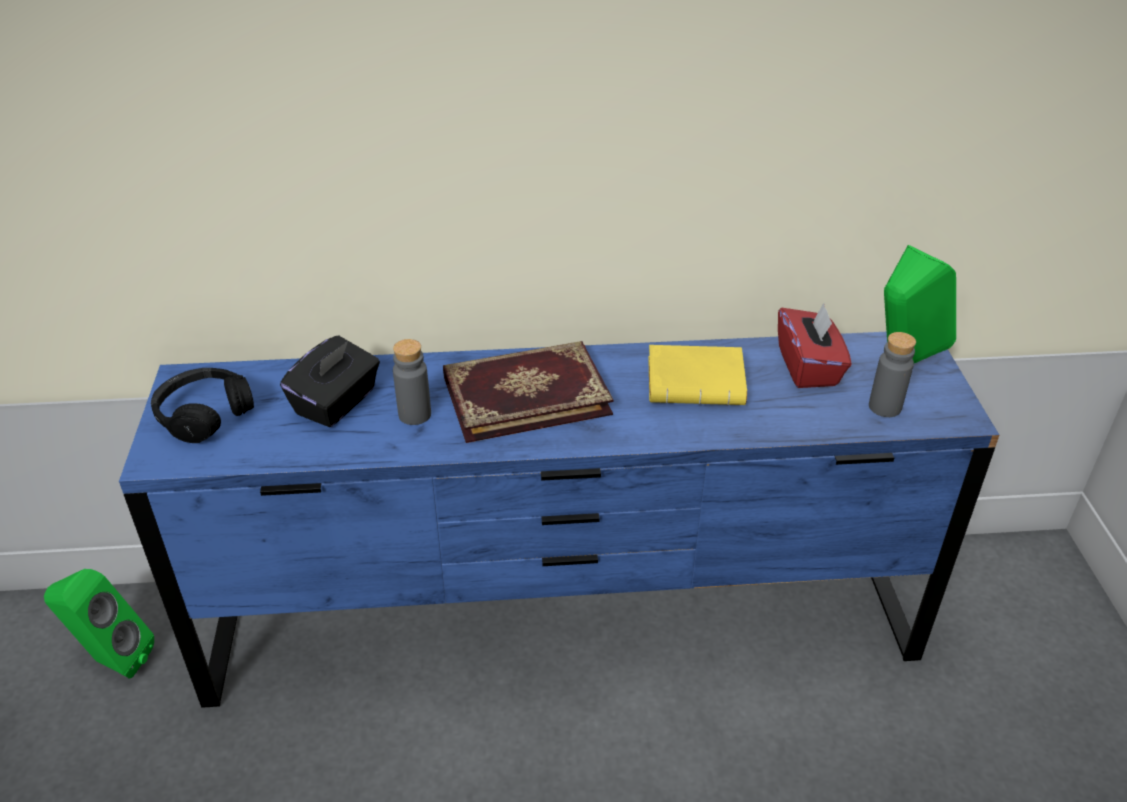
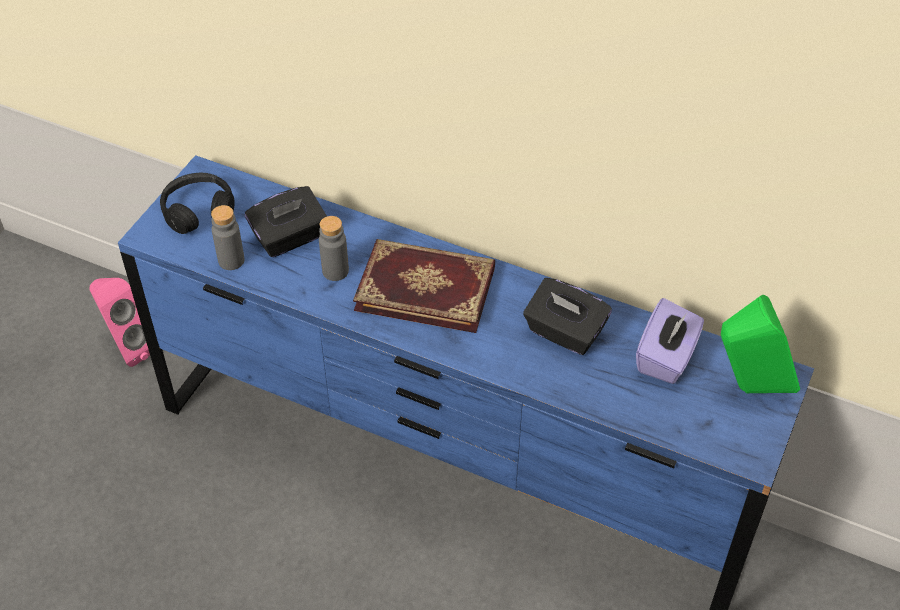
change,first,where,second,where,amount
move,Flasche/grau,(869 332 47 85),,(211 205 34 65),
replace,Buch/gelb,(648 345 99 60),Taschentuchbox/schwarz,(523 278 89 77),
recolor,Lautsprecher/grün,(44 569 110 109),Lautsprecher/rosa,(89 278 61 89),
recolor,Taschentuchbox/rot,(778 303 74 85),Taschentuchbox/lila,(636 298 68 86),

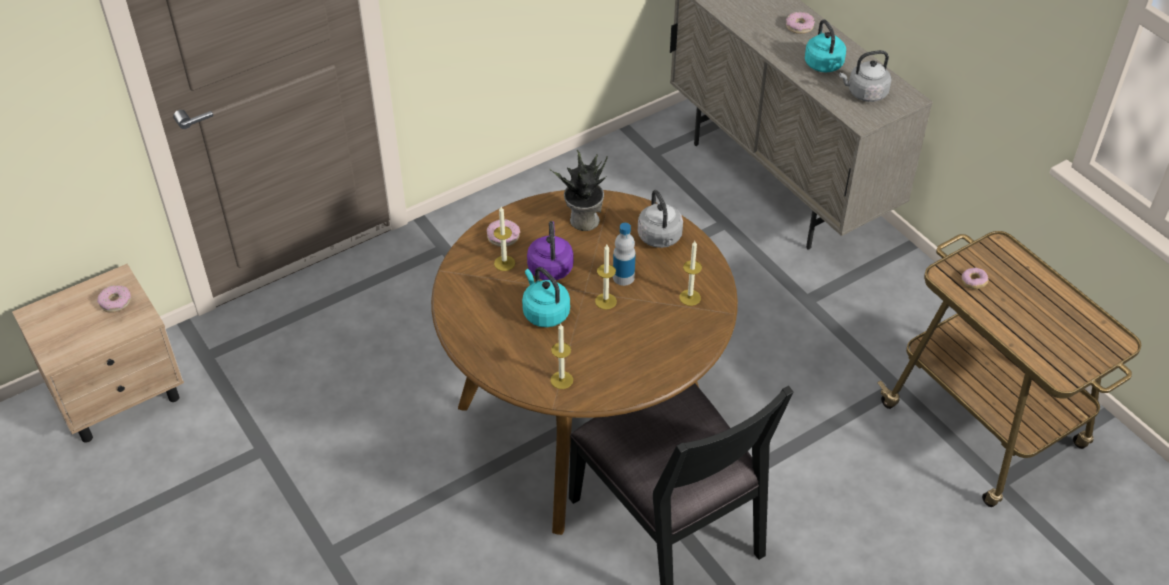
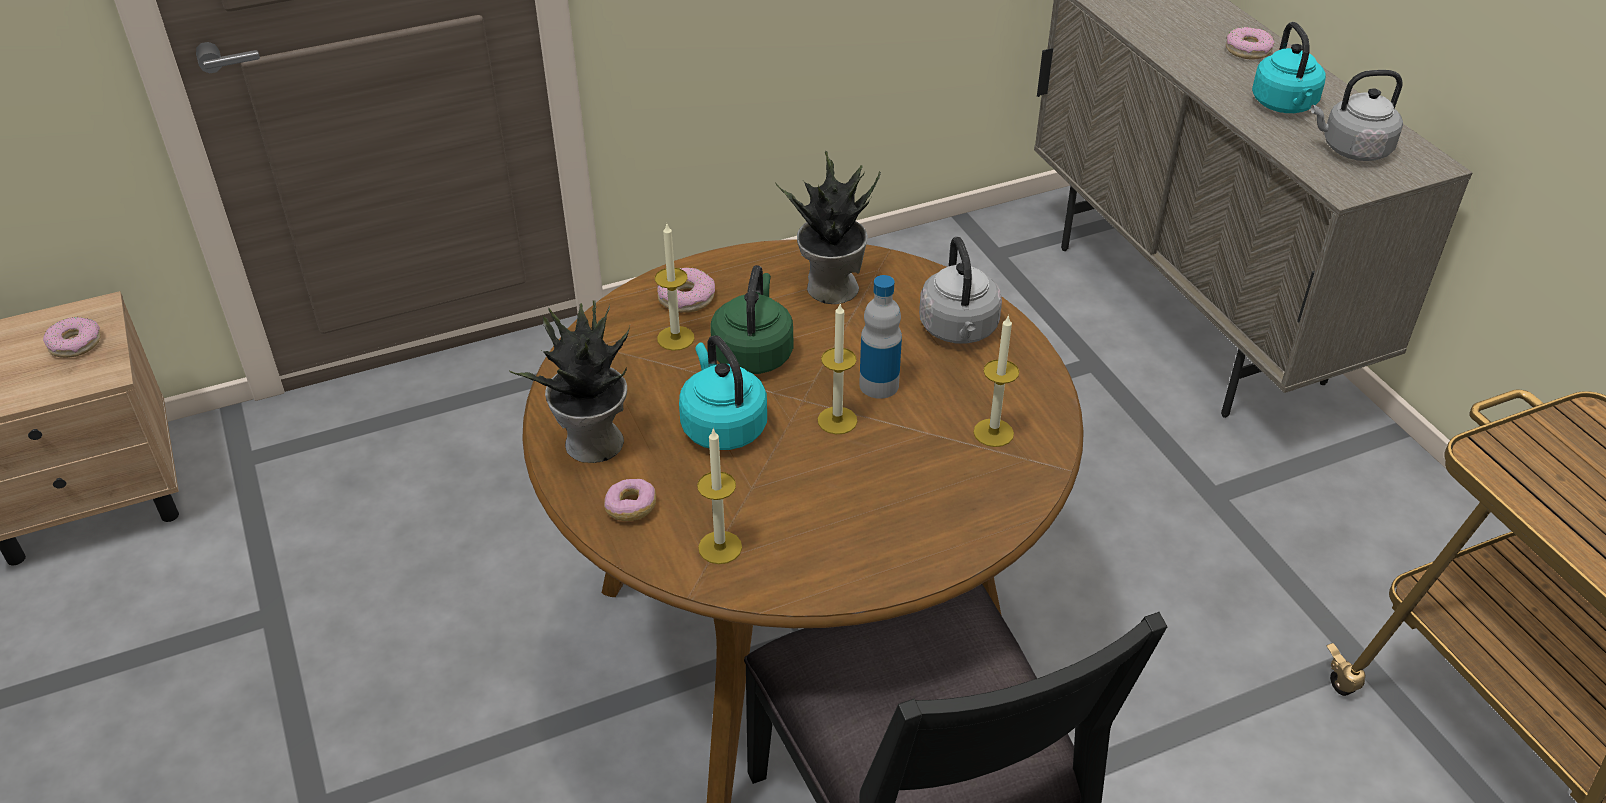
change,first,where,second,where,amount
insert,,,Topfpflanze,(508 300 122 163),
move,Donut,(961 268 28 21),,(604 479 52 42),
recolor,Wasserkessel/lila,(527 221 46 59),Wasserkessel/grün,(711 265 82 109),

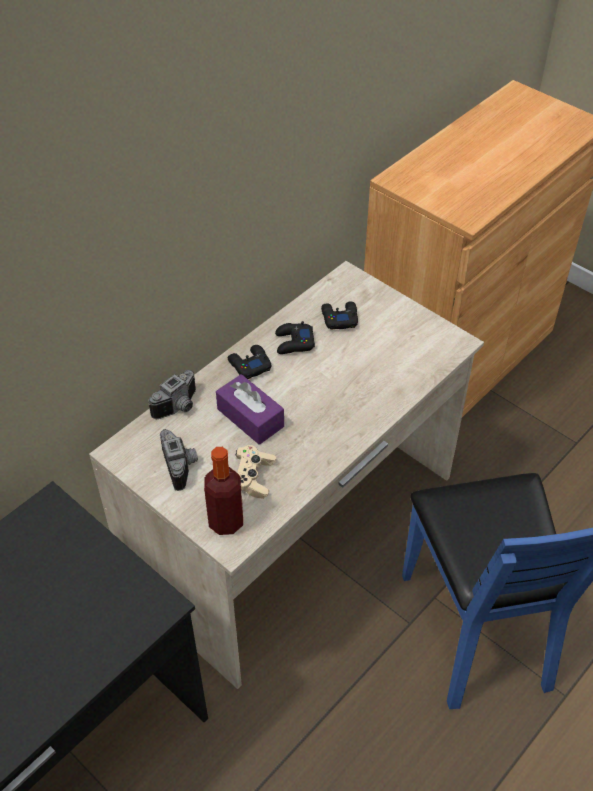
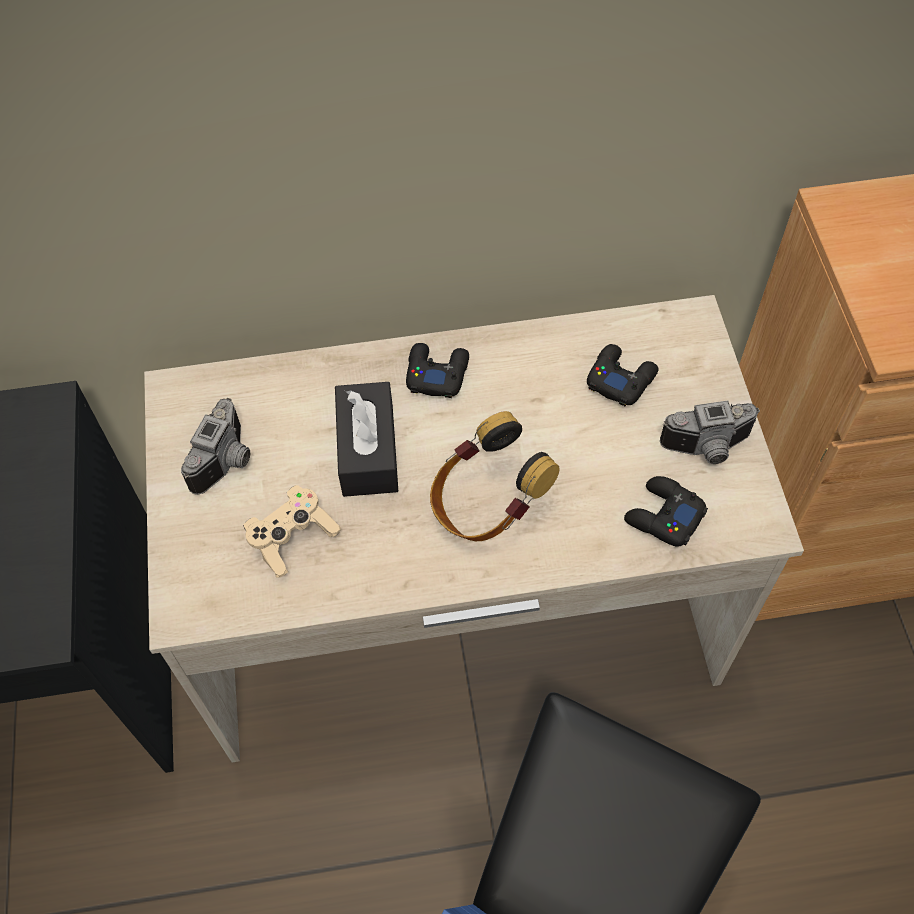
change,first,where,second,where,amount
delete,Flasche,(204 447 39 88),,,
insert,,,Kopfhörer,(430 411 130 130),
move,Kamera,(148 370 48 49),,(660 401 100 63),
move,Gamepad/schwarz,(275 321 40 33),,(624 476 84 71),
recolor,Taschentuchbox/lila,(216 374 68 71),Taschentuchbox/schwarz,(335 382 63 115),

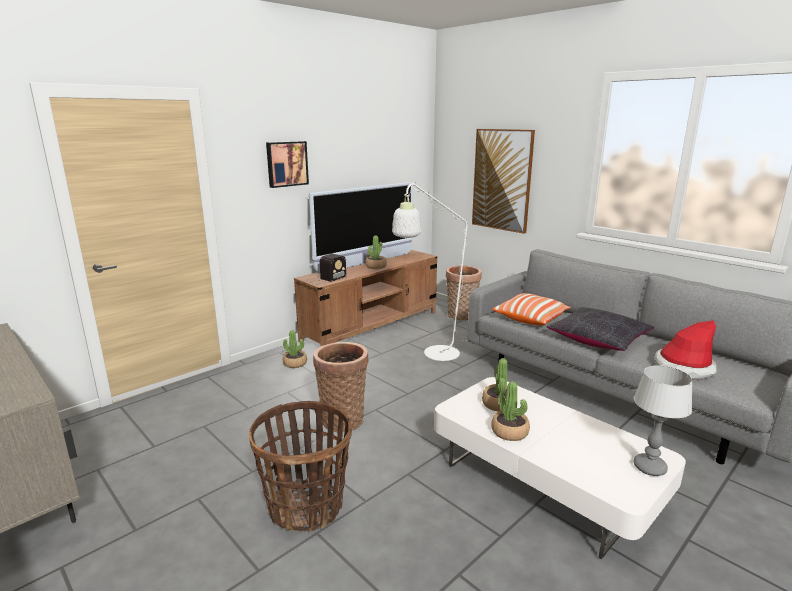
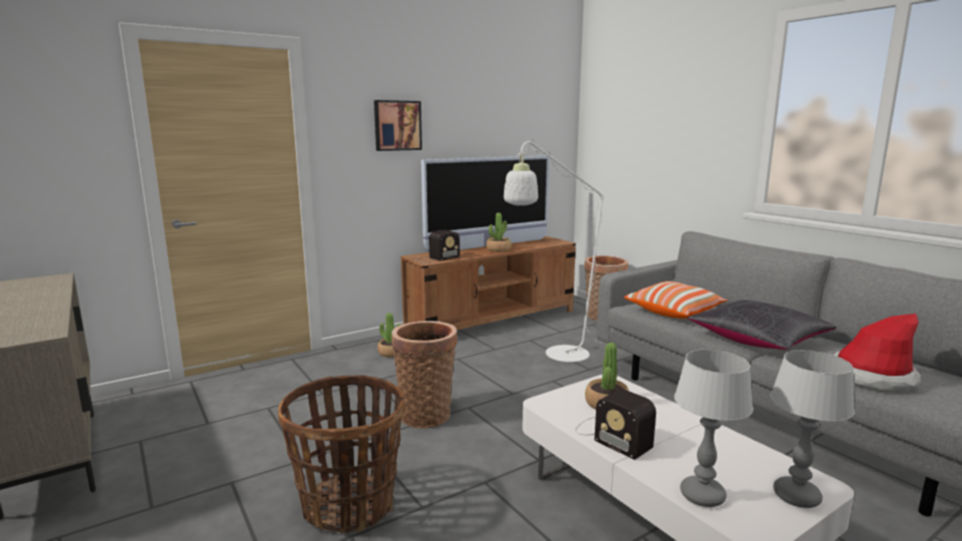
change,first,where,second,where,amount
delete,Bild,(472 129 63 105),,,
insert,,,Tischlampe,(674 350 79 157),
replace,Topfpflanze,(491 381 39 60),Radio,(576 389 80 71),

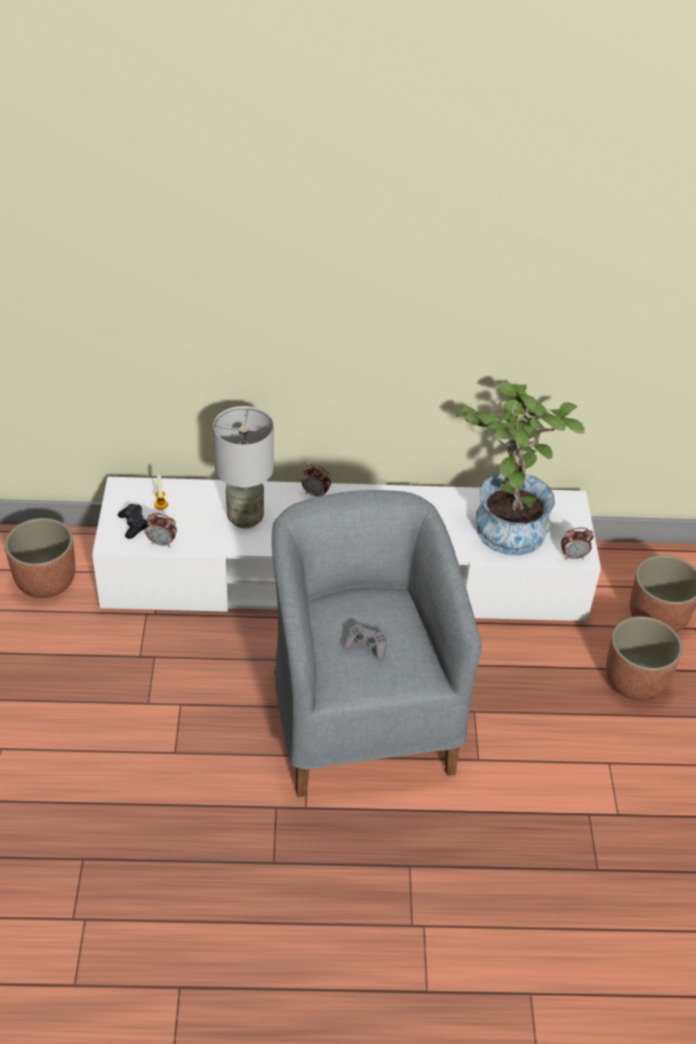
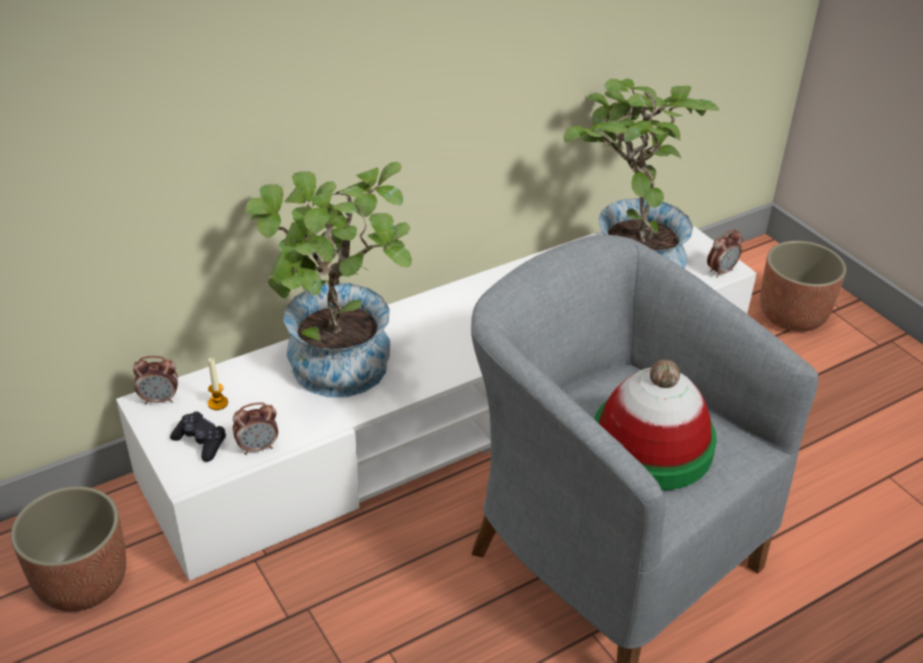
change,first,where,second,where,amount
delete,Pflanzkübel,(606 616 76 85),,,
move,Wecker,(302 464 29 33),,(133 356 45 48),
replace,Tischlampe/grau,(213 406 61 122),Topfpflanze,(245 162 167 235),
replace,Gamepad/grau,(343 624 44 36),Hut,(594 360 123 130),

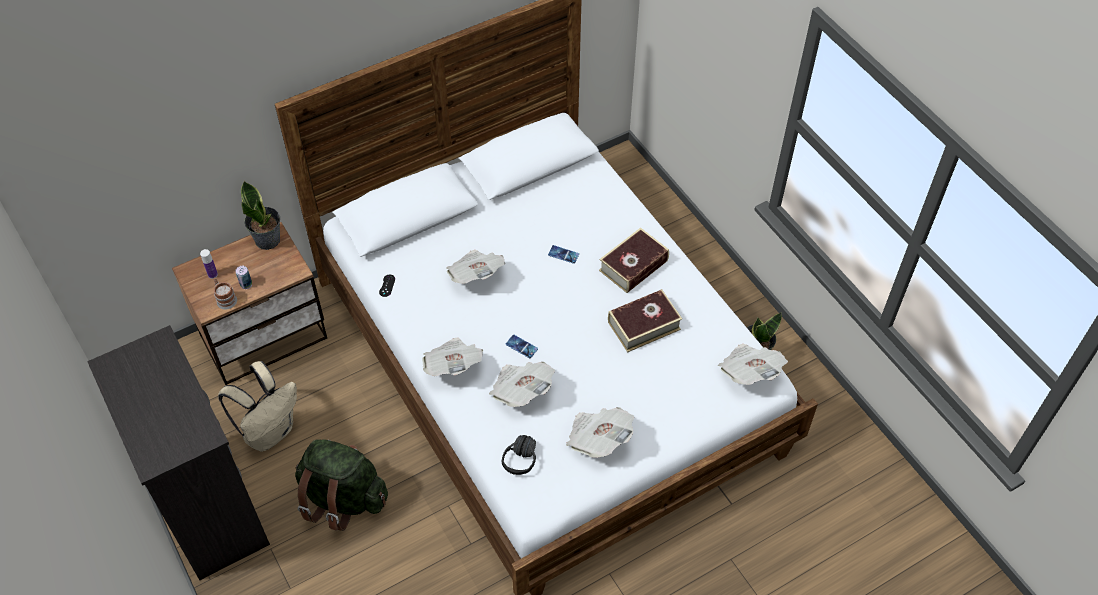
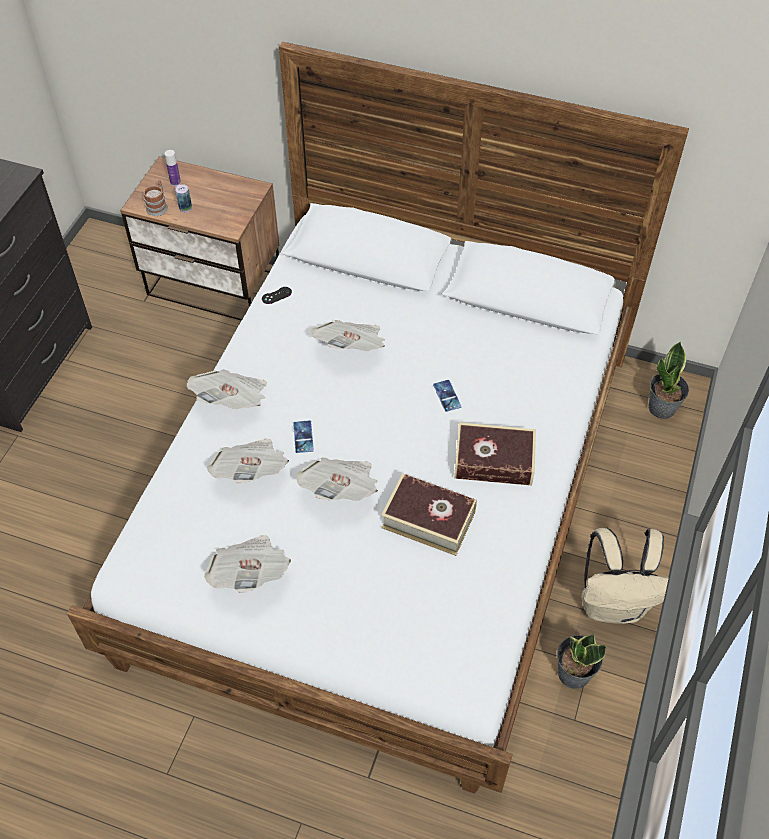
change,first,where,second,where,amount
delete,Rucksack/grün,(295 439 93 92),,,
delete,Kopfhörer/schwarz,(502 435 34 40),,,
move,Rucksack/beige,(218 361 79 91),,(582 528 87 96),
move,Topfpflanze,(241 181 39 69),,(648 342 41 77),
move,Zeitung,(718 344 70 41),,(296 457 82 44),

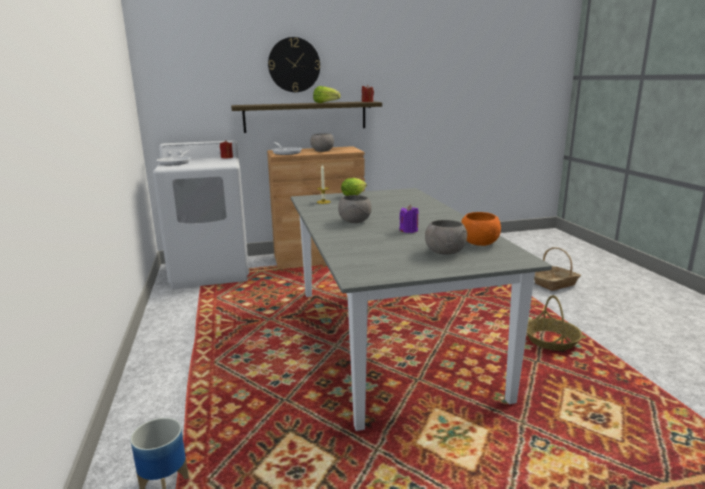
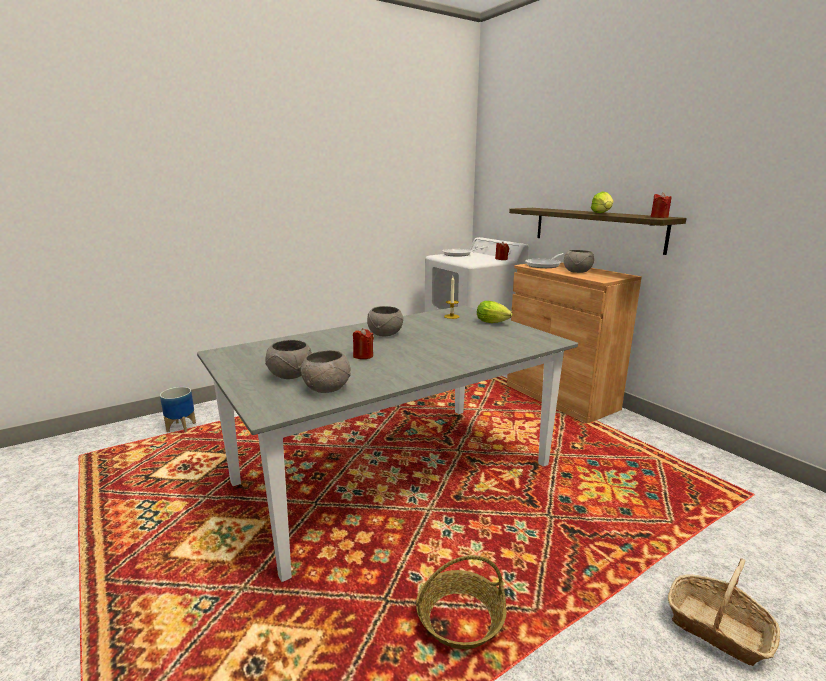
change,first,where,second,where,amount
delete,Wanduhr,(268 37 52 55),,,
recolor,Kerze/lila,(399 205 20 28),Kerze/rot,(353 328 21 31),
recolor,Schüssel/orange,(461 212 40 34),Schüssel/grau,(301 350 50 43),

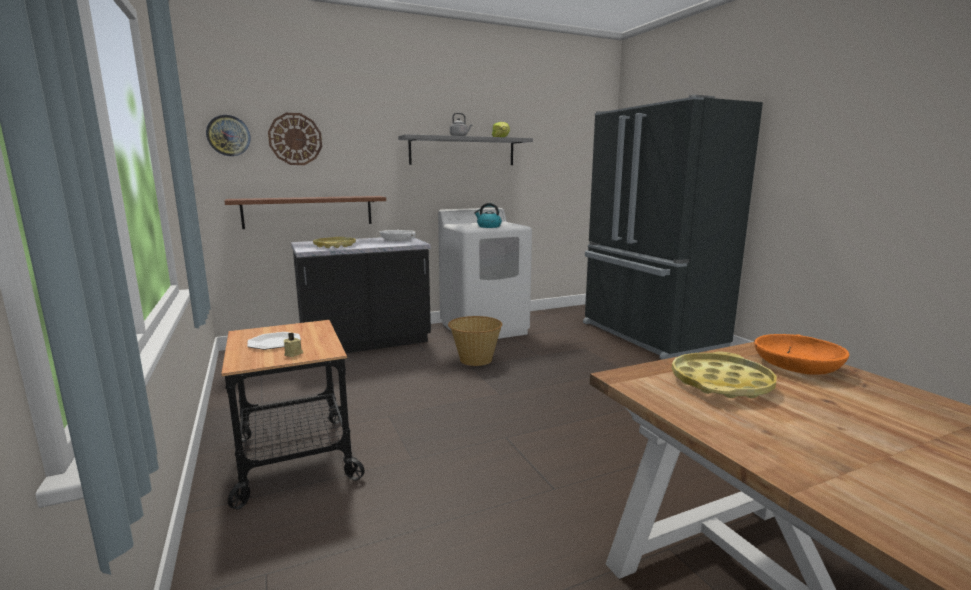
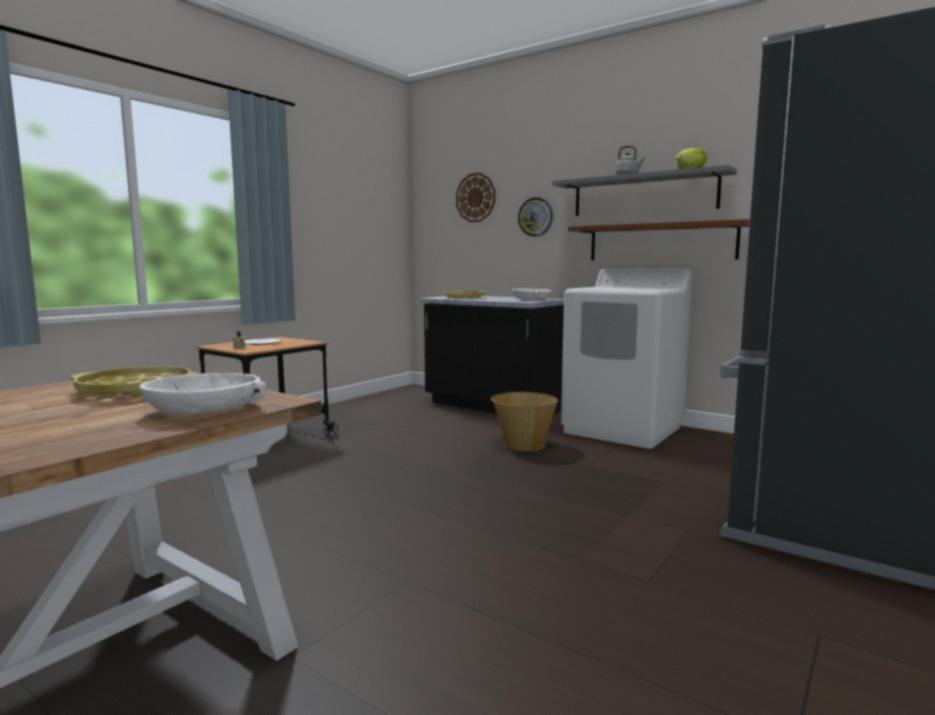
change,first,where,second,where,amount
delete,Wasserkessel,(474 203 28 25),,,
move,Wanduhr,(206 115 44 41),,(518 197 35 40),
move,Wandregal/braun,(225 196 161 33),,(568 219 182 41),
recolor,Schüssel/orange,(754 334 96 41),Schüssel/weiß,(139 373 127 41),

